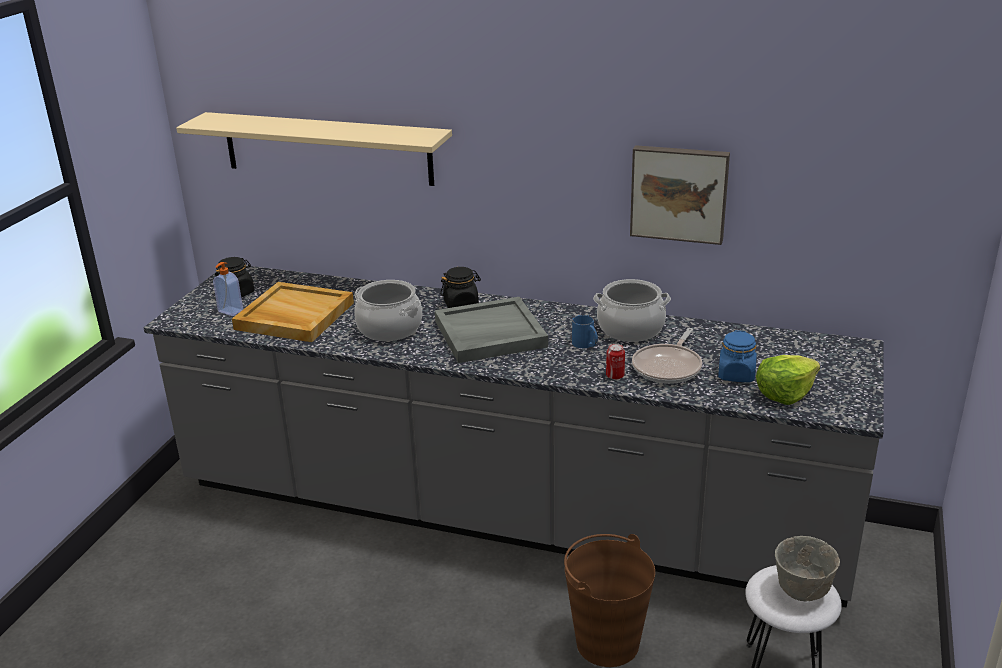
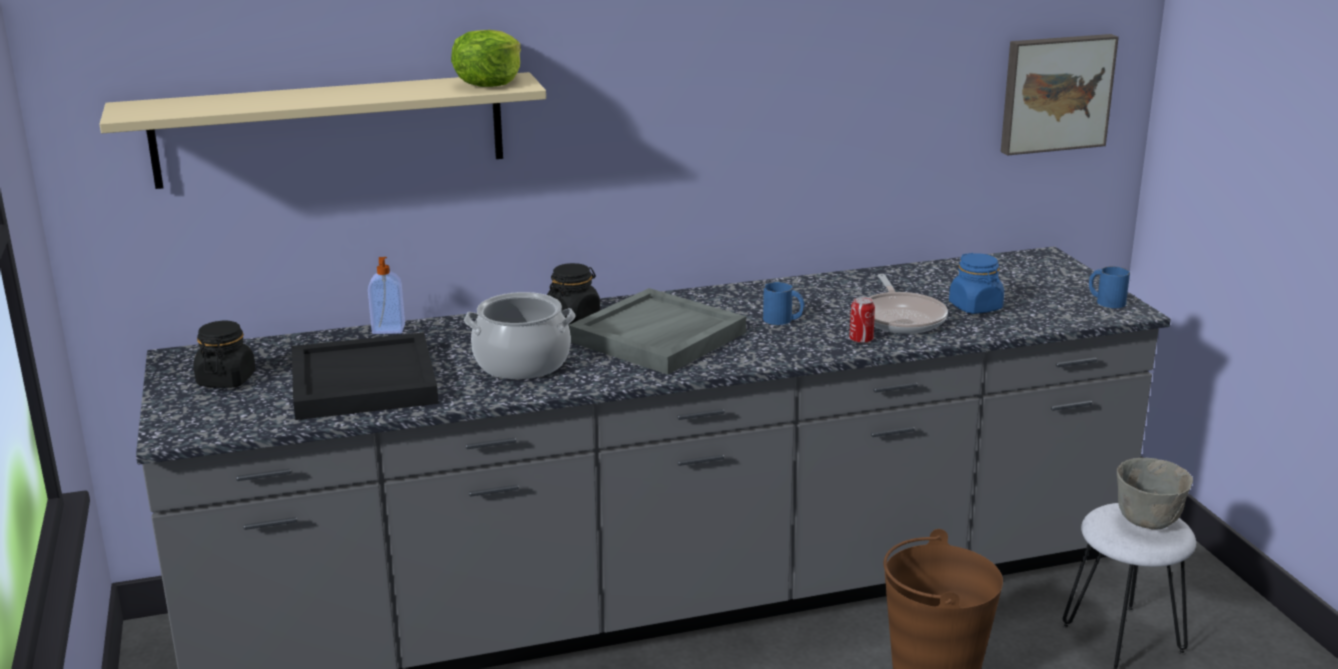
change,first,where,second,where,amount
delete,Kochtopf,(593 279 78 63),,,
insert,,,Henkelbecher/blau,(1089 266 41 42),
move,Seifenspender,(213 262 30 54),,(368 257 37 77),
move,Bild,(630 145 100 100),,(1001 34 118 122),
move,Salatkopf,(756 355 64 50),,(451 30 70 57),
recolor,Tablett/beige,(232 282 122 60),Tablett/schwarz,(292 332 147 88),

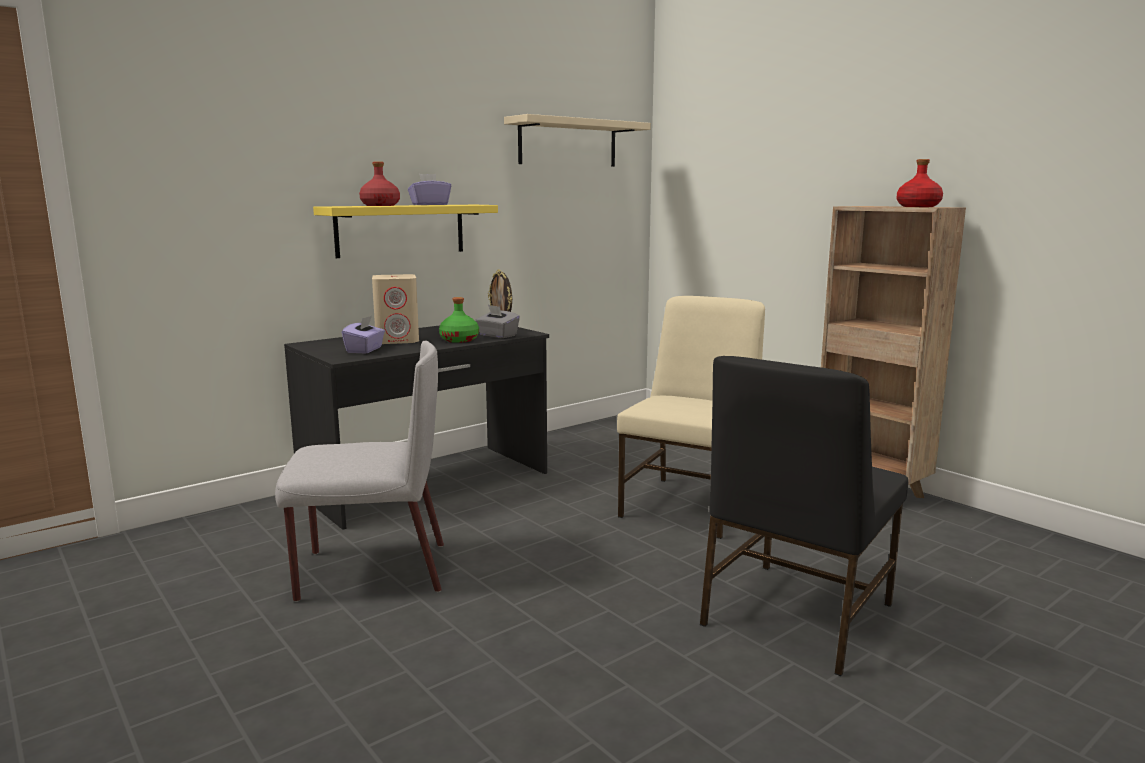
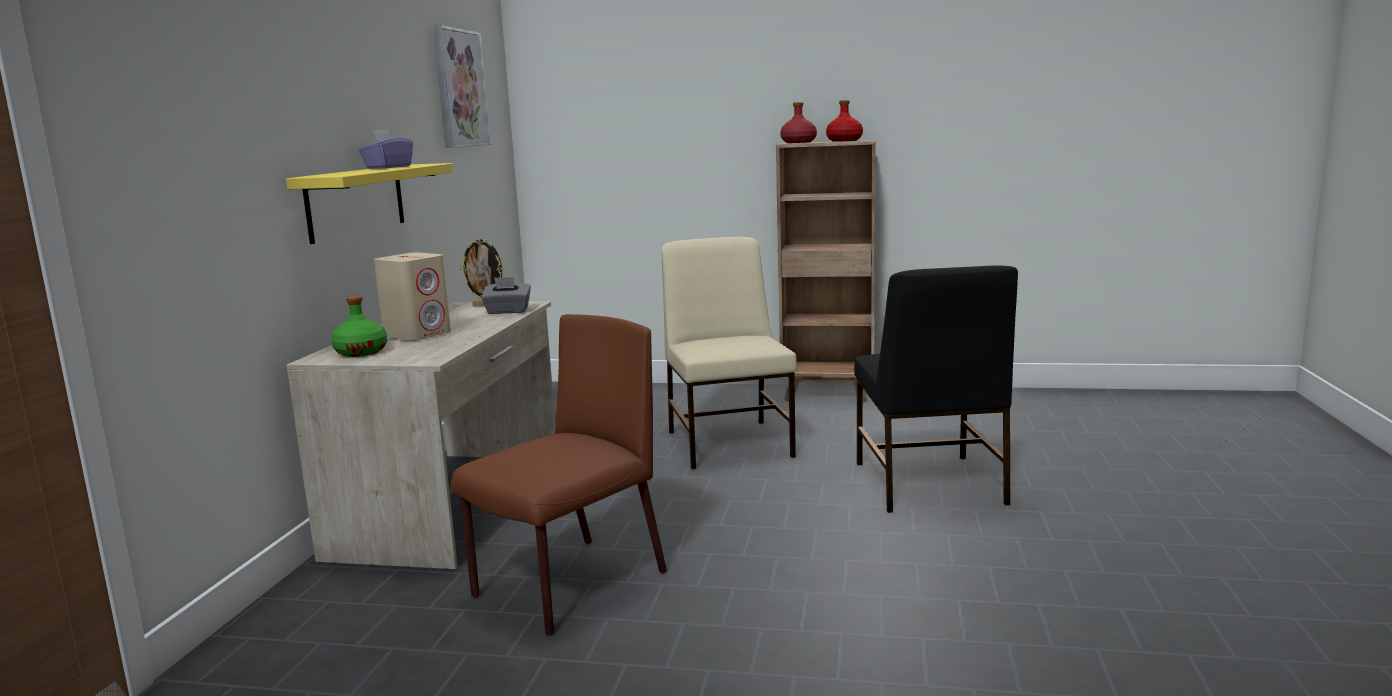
change,first,where,second,where,amount
delete,Taschentuchbox/lila,(342 316 43 38),,,
move,Flasche/rot,(359 161 41 45),,(780 102 37 41),
move,Flasche/grün,(439 297 40 46),,(331 296 56 61),
replace,Wandregal/beige,(504 114 147 53),Bild,(433 25 57 123),
recolor,Stuhl/grau,(275 341 169 261),Stuhl/braun,(451 314 216 322),
recolor,Schreibtisch/schwarz,(284 326 265 204),Schreibtisch/beige,(287 302 268 267),

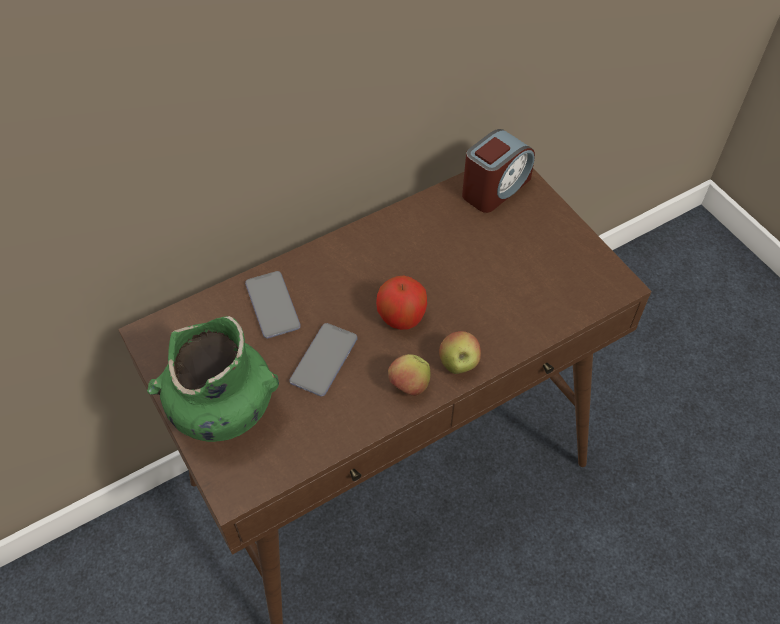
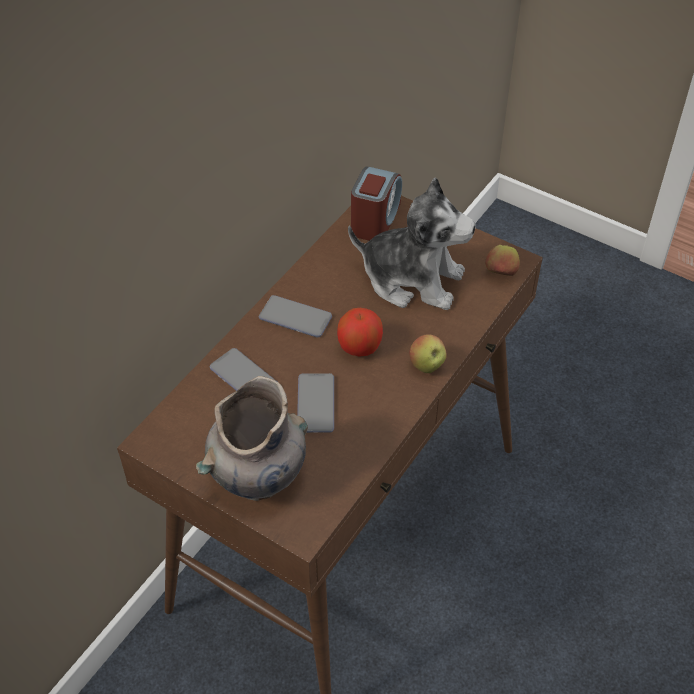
change,first,where,second,where,amount
insert,,,Handy,(259 295 73 42),
insert,,,Plüschtier,(348 177 128 133),
move,Apfel,(388 354 42 42),,(485 245 35 31),
recolor,Vase/grün,(147 316 132 126),Vase/grau,(196 376 112 125),

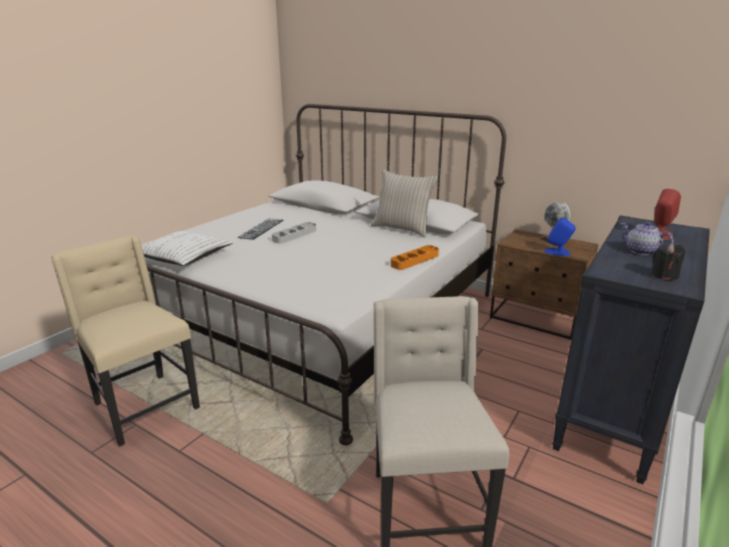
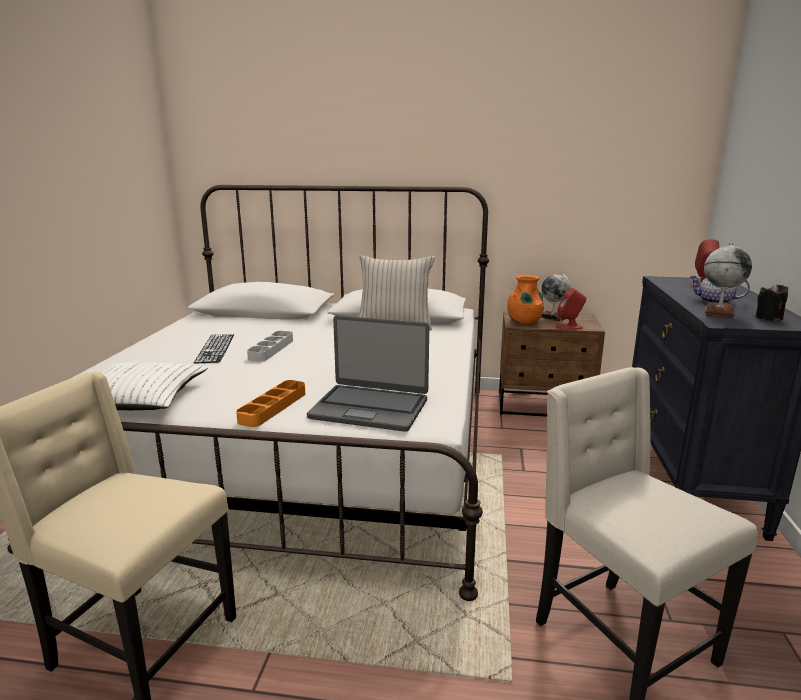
change,first,where,second,where,amount
insert,,,Laptop,(307 316 122 116),
insert,,,Vase/orange,(507 275 37 49),
insert,,,Globus,(704 243 48 75),
move,Tablett/orange,(391 245 48 25),,(236 380 69 47),
recolor,Lautsprecher/blau,(545 217 31 39),Lautsprecher/rot,(556 288 30 42),

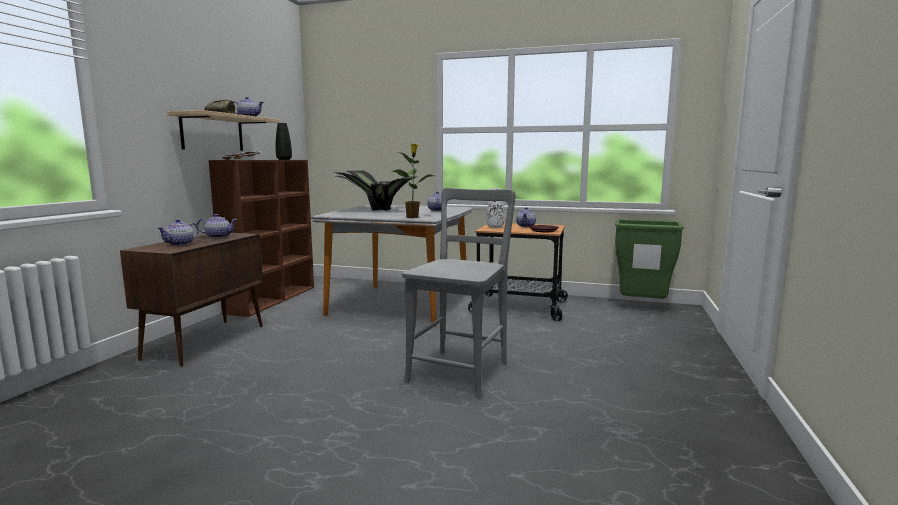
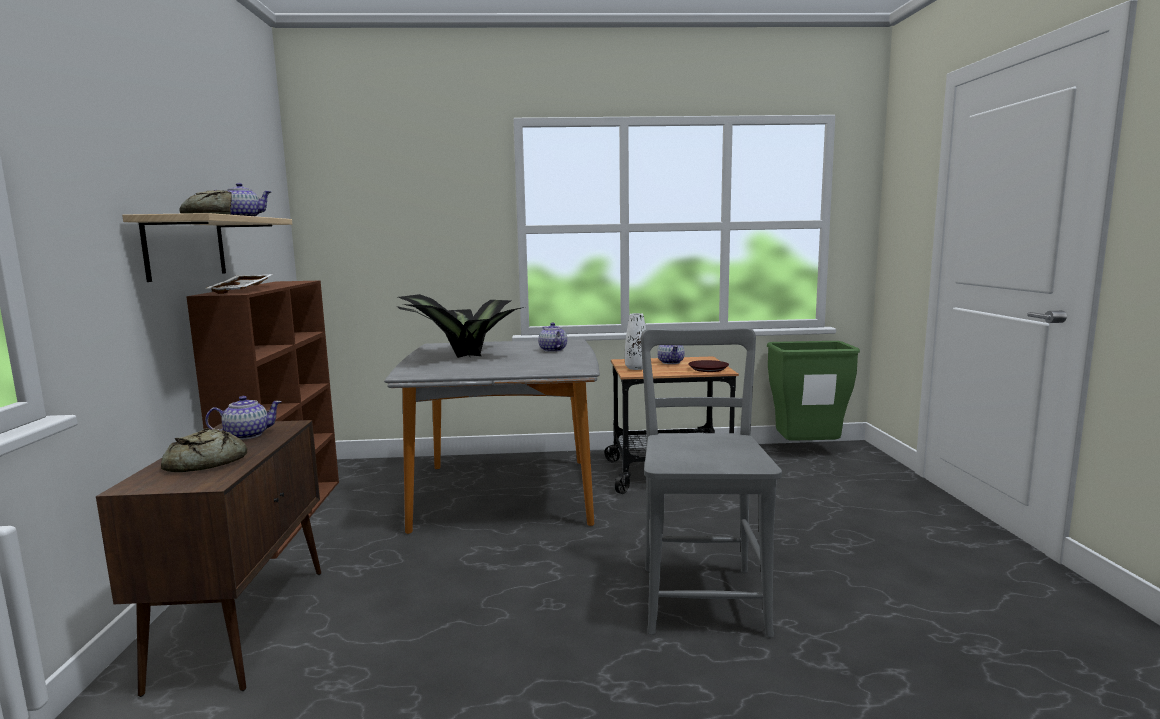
change,first,where,second,where,amount
delete,Vase/schwarz,(276 123 16 37),,,
delete,Topfpflanze,(391 144 43 74),,,
replace,Teekanne,(157 219 42 27),Brot,(161 428 86 44),

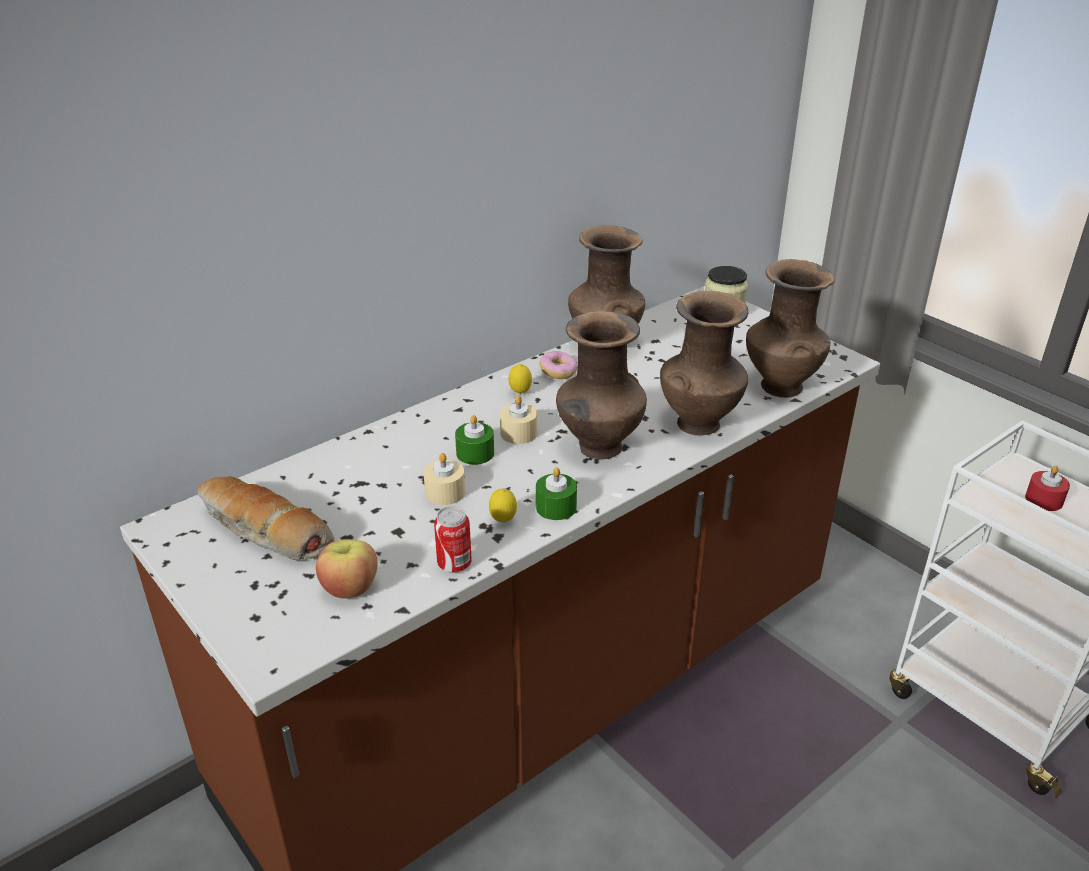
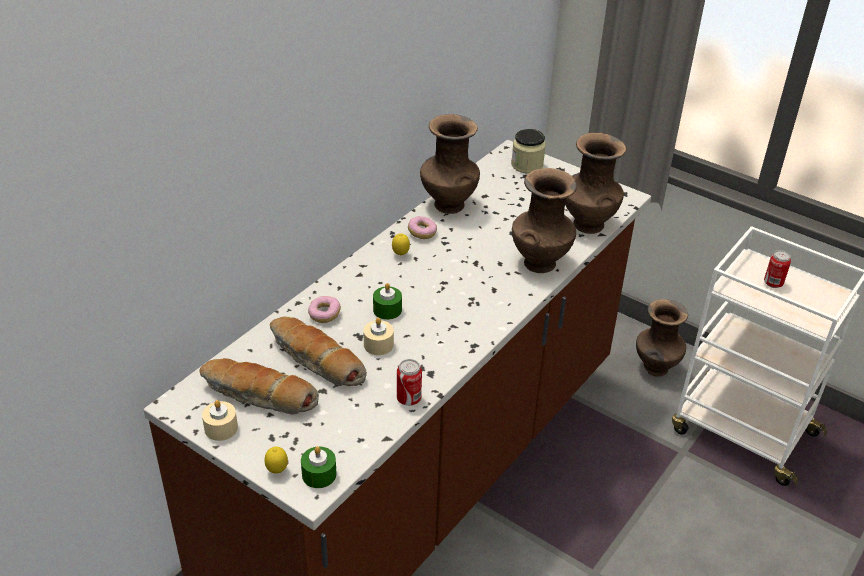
change,first,where,second,where,amount
delete,Apfel,(316 539 62 60),,,
insert,,,Brot,(270 317 97 69),
insert,,,Donut,(308 296 33 27),
move,Zitrone,(489 489 28 33),,(264 447 24 27),
move,Kerze/beige,(500 396 37 48),,(202 400 36 41),
move,Kerze/grün,(536 467 41 53),,(301 446 36 42),
move,Vase/braun,(556 311 91 148),,(636 299 52 78),
replace,Kerze/rot,(1025 465 45 46),Dose,(764 250 27 38),

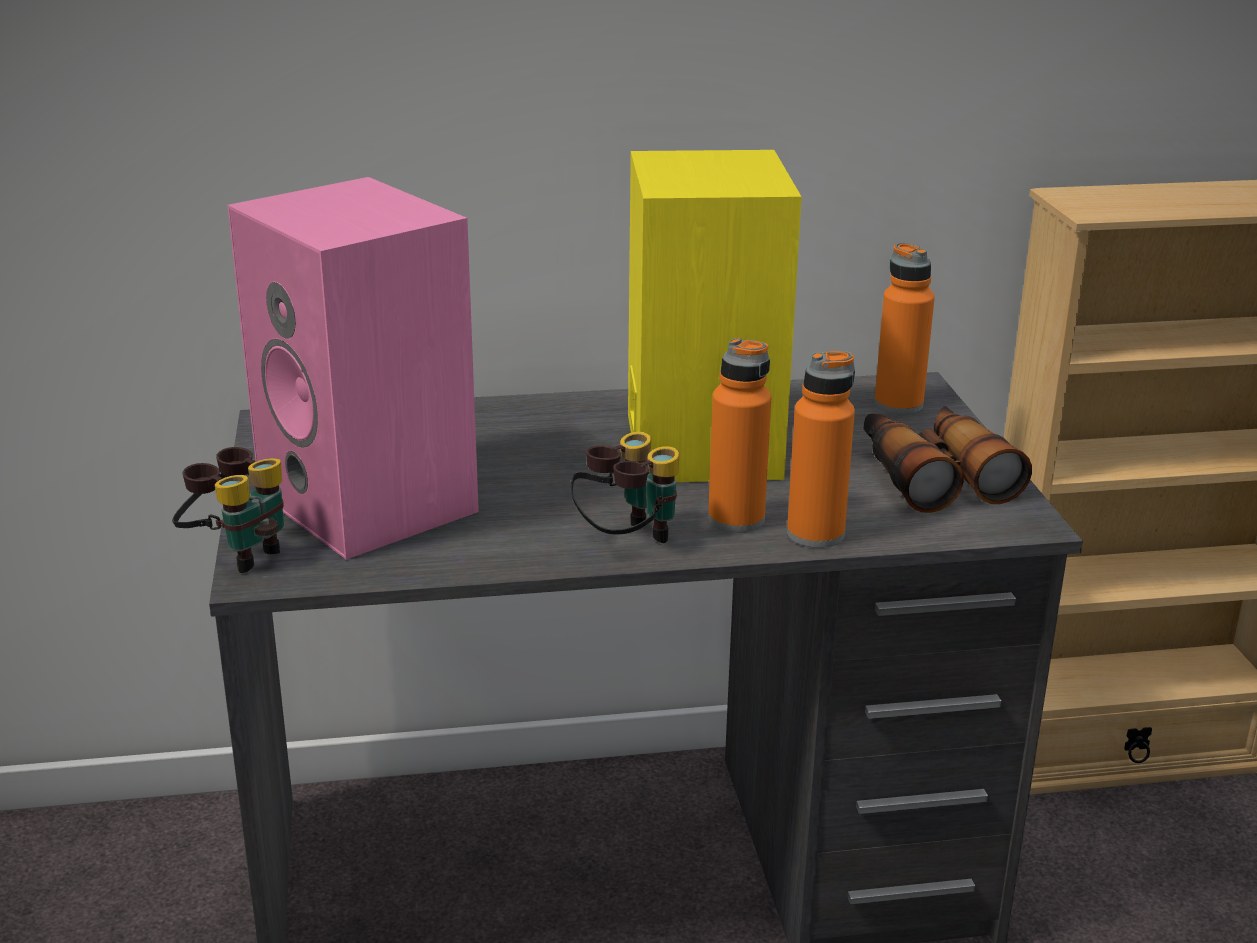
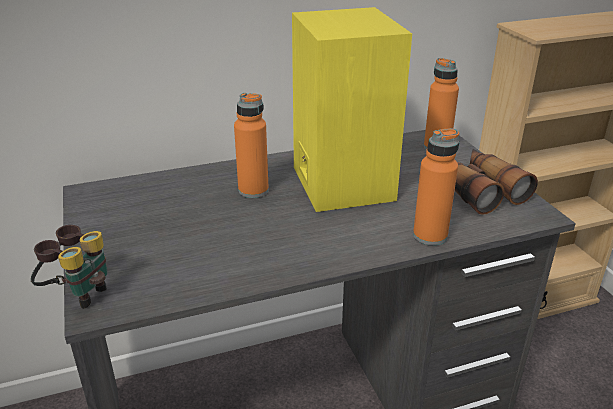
change,first,where,second,where,amount
delete,Lautsprecher/rosa,(228 177 251 383),,,
delete,Fernglas,(571 432 109 111),,,
move,Flasche/orange,(708 338 64 194),,(234 93 35 105),

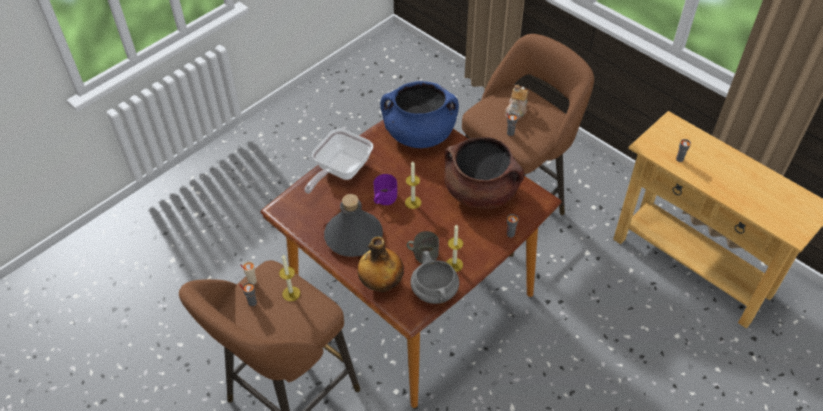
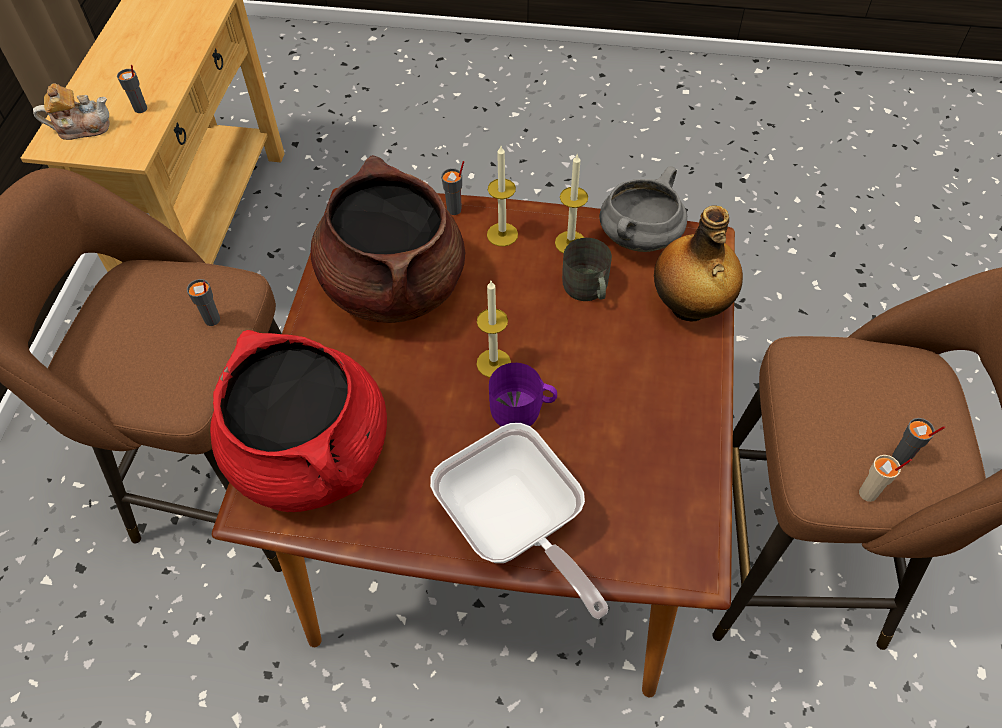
change,first,where,second,where,amount
delete,Flasche/grau,(324 194 59 63),,,
move,Kerze,(279 254 21 47),,(487 146 31 100),
move,Teekanne,(505 85 23 35),,(33 83 77 57),
recolor,Kochtopf/blau,(380 81 79 67),Kochtopf/rot,(210 330 177 182),
rotate,Pfanne,(304 129 69 65),,(430 423 179 196),60 degrees clockwise

